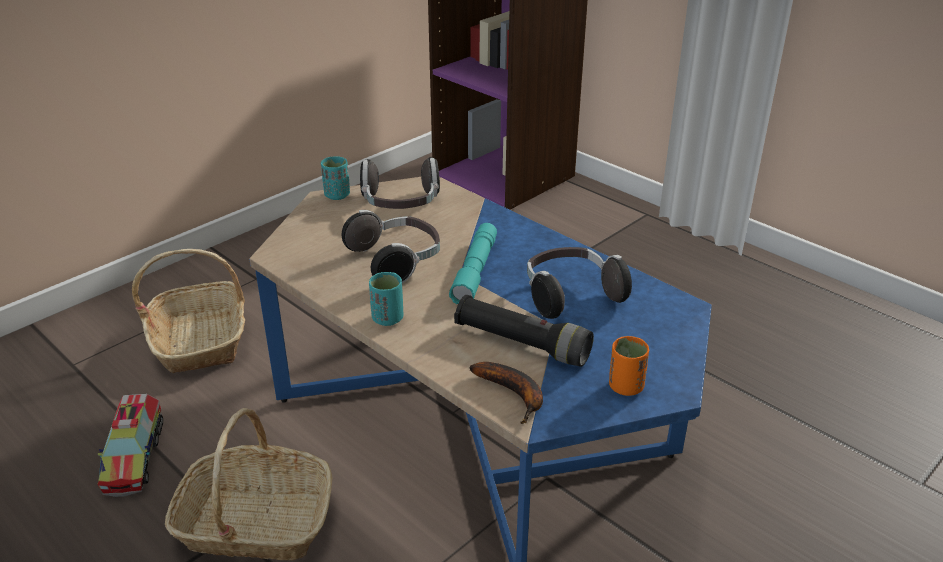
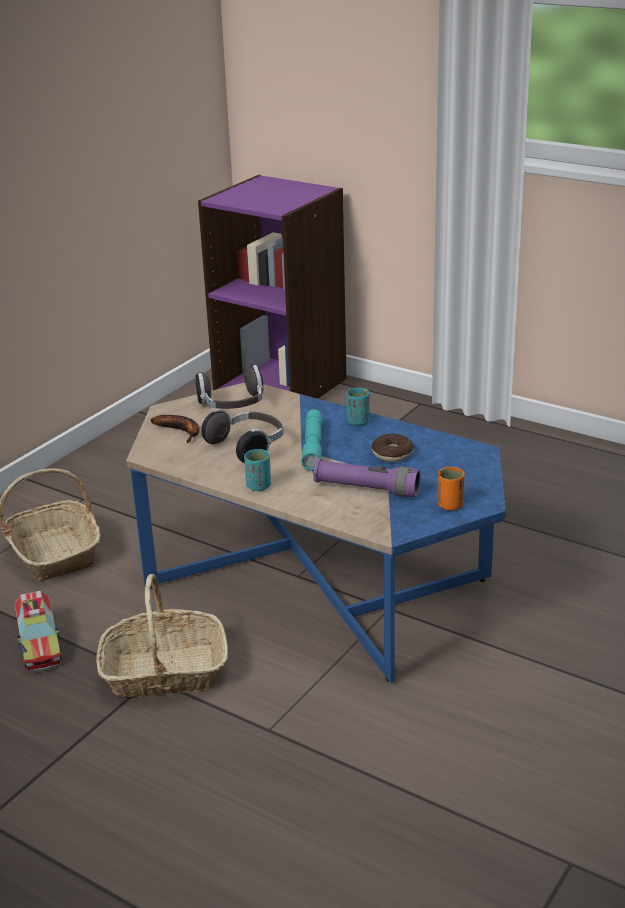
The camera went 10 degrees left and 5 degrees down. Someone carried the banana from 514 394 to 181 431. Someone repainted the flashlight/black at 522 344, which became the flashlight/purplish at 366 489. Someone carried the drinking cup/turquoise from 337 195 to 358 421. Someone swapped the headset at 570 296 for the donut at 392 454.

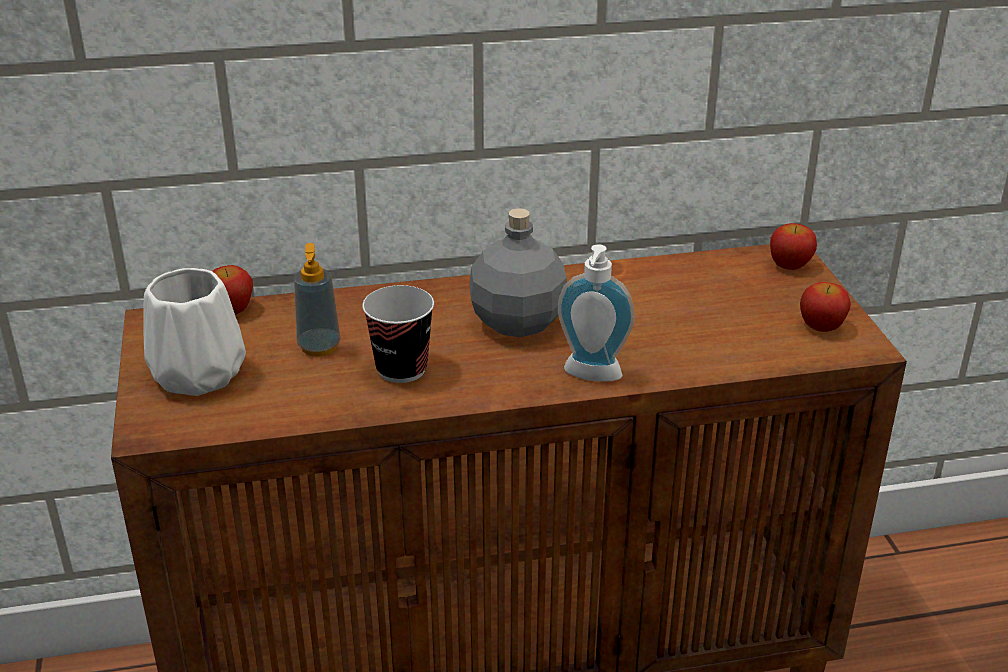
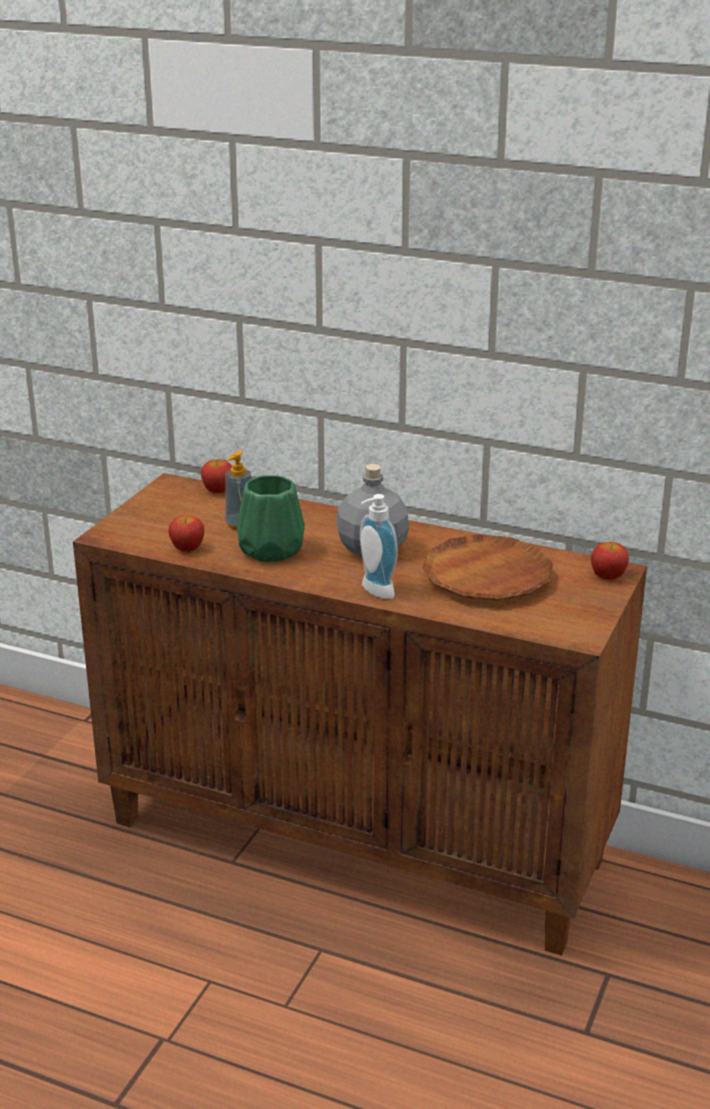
The camera went 35 degrees right and 5 degrees down. Someone carried the apple from 821 326 to 187 548. Someone swapped the drinking cup at 401 369 for the vase/green-coloured at 270 551. Someone put down the dinner plate/brown at 487 577. Someone took away the vase/white at 195 374.

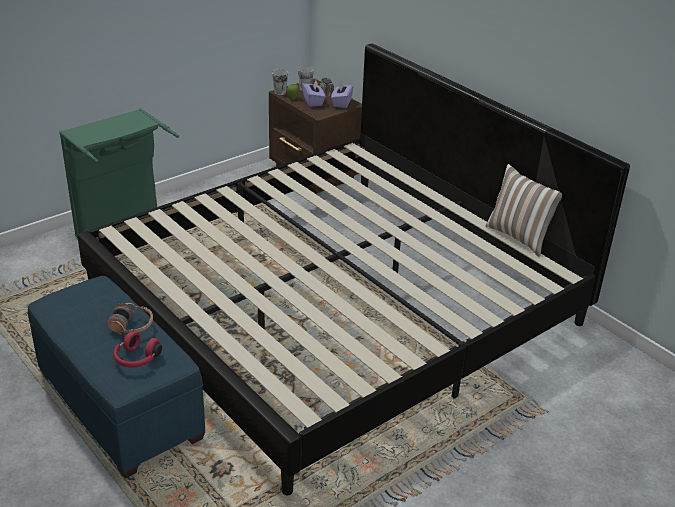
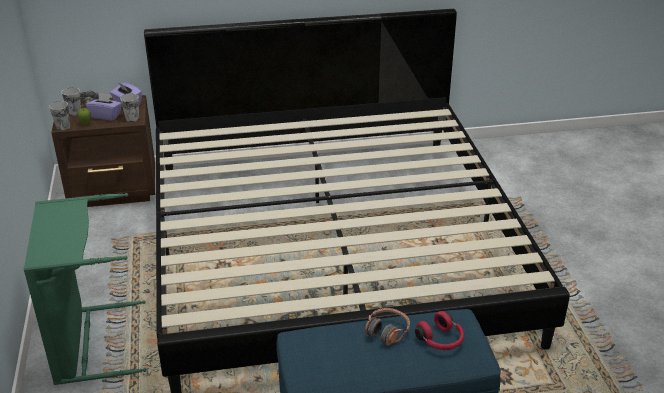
The camera went 60 degrees left and 0 degrees up. Someone put down the drinking cup at 132 119. Someone took away the cushion at 520 237.

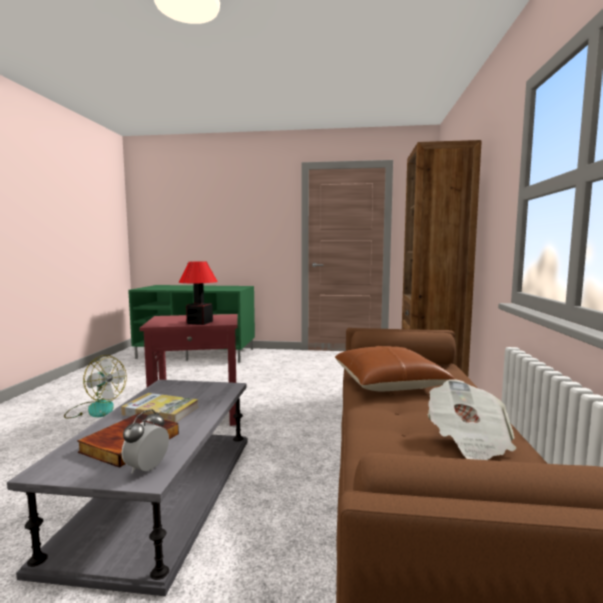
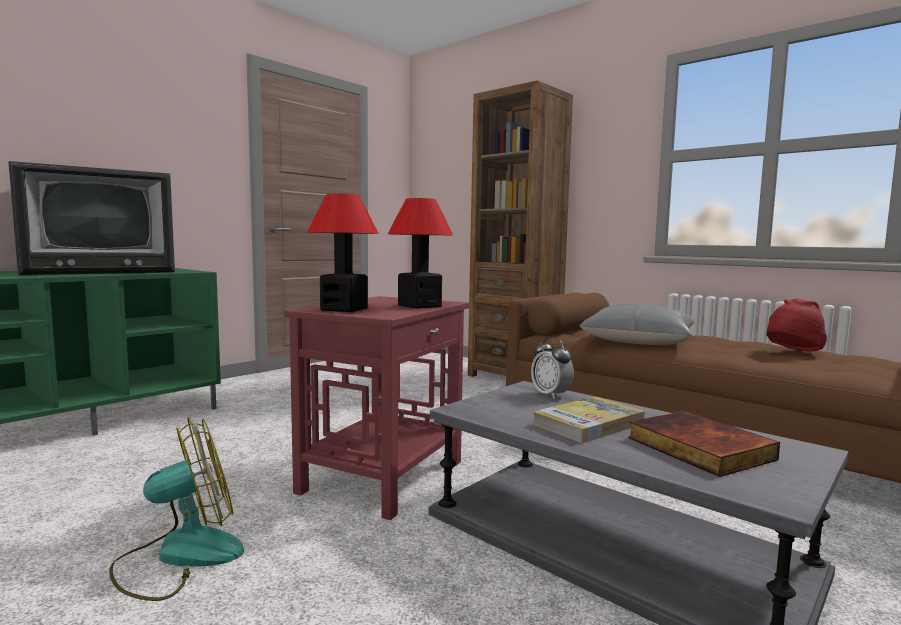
The camera went 55 degrees left and 0 degrees up. Someone put down the TV set at 100 271. Someone put down the lamp for a table at 343 309. Someone carried the alarm clock from 147 468 to 551 395. Someone repainted the cushion/brown at 388 382, which became the cushion/gray at 638 341. Someone swapped the daily paper at 468 440 for the wearable hat/red-coloured at 793 352.

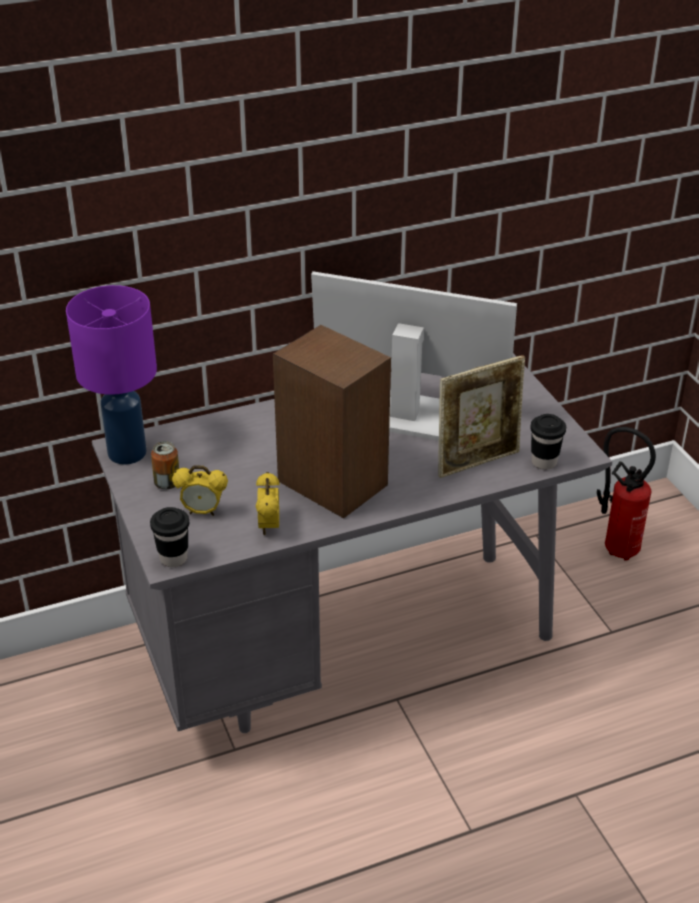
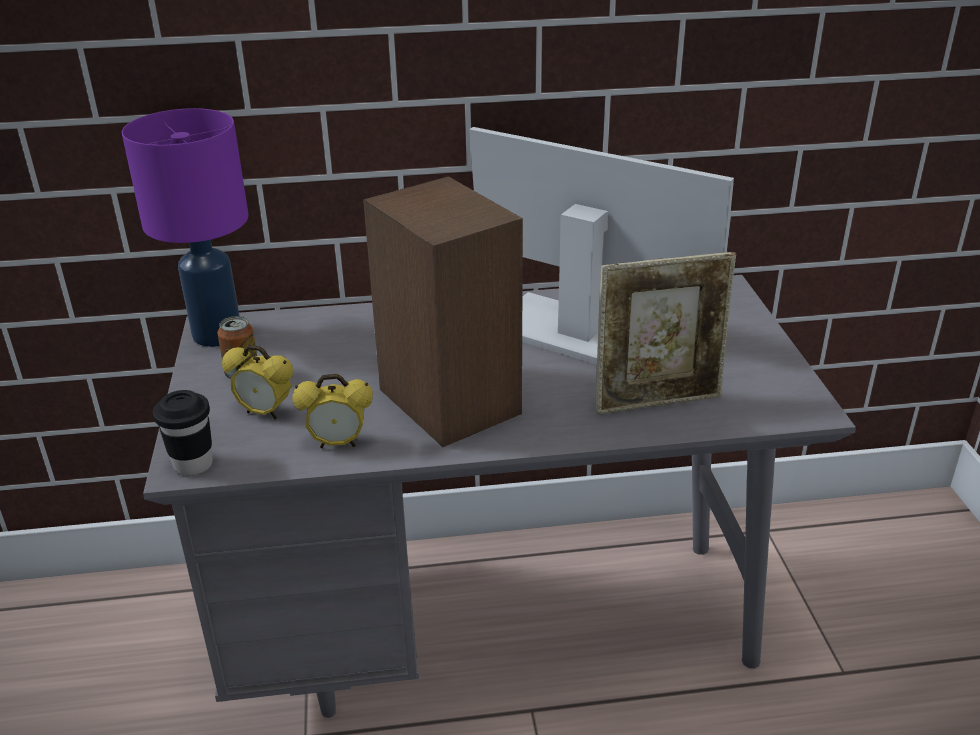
The camera went 15 degrees right and 5 degrees down. Someone rotated the alarm clock at 269 527 by 105 degrees counterclockwise. Someone took away the drinking cup/black at 544 462. Someone took away the fire extinguisher at 616 548.

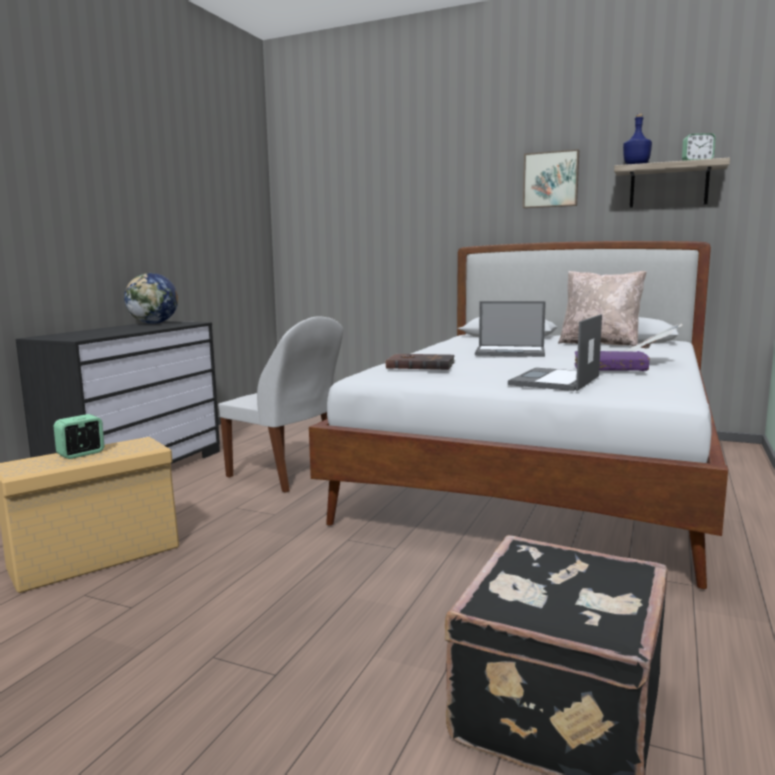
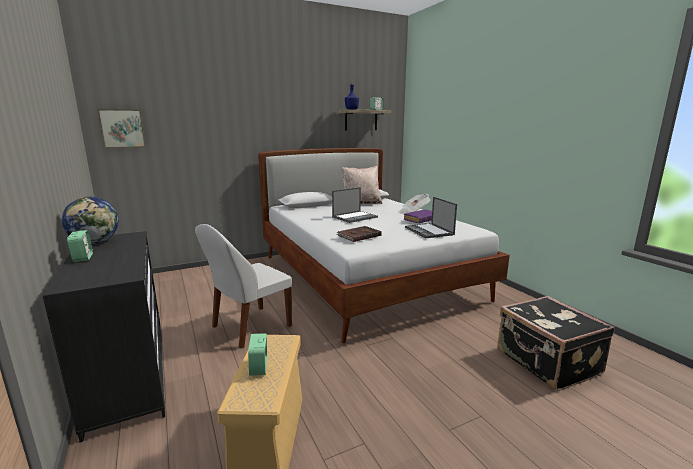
The camera went 50 degrees left and 5 degrees up. Someone put down the alarm clock at 83 258. Someone carried the picture from 551 180 to 122 128. Someone rotated the upright chair/white at 285 474 by 150 degrees clockwise.

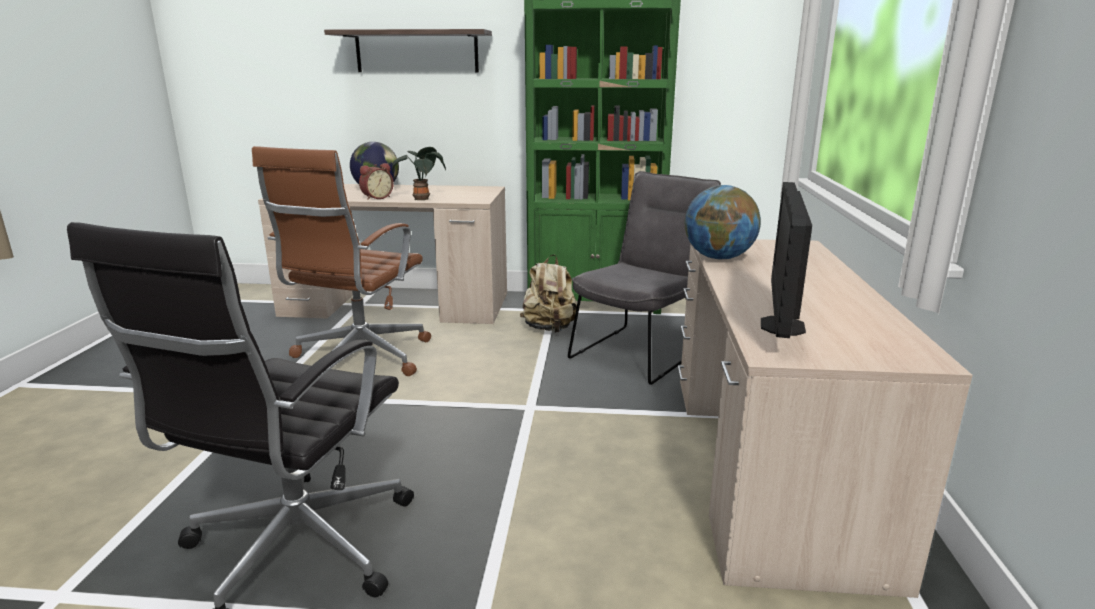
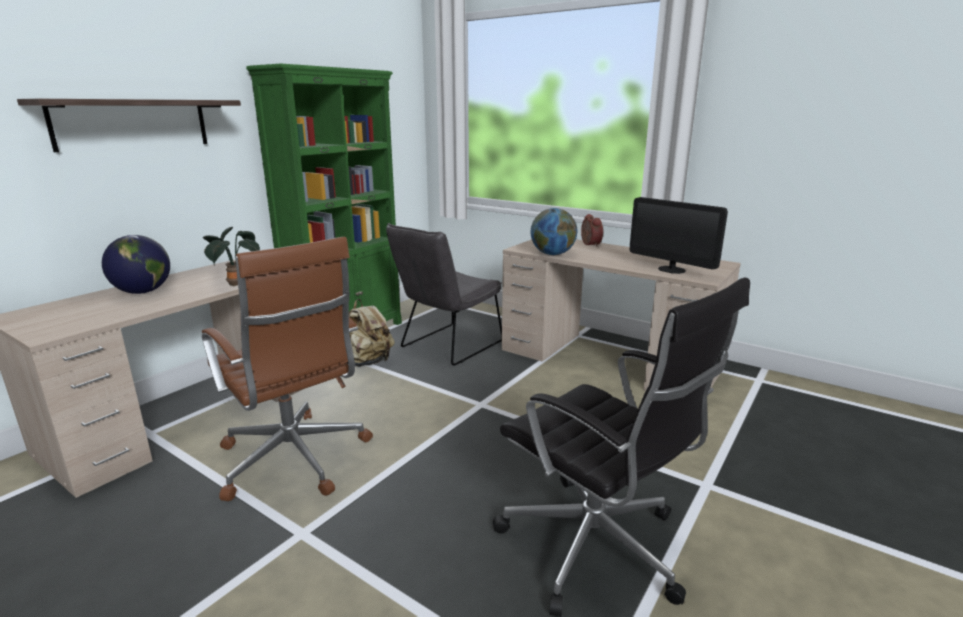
The camera went 60 degrees left and 0 degrees up. Someone rotated the upright chair/gray at 641 351 by 120 degrees counterclockwise. Someone carried the alarm clock from 376 198 to 589 244.

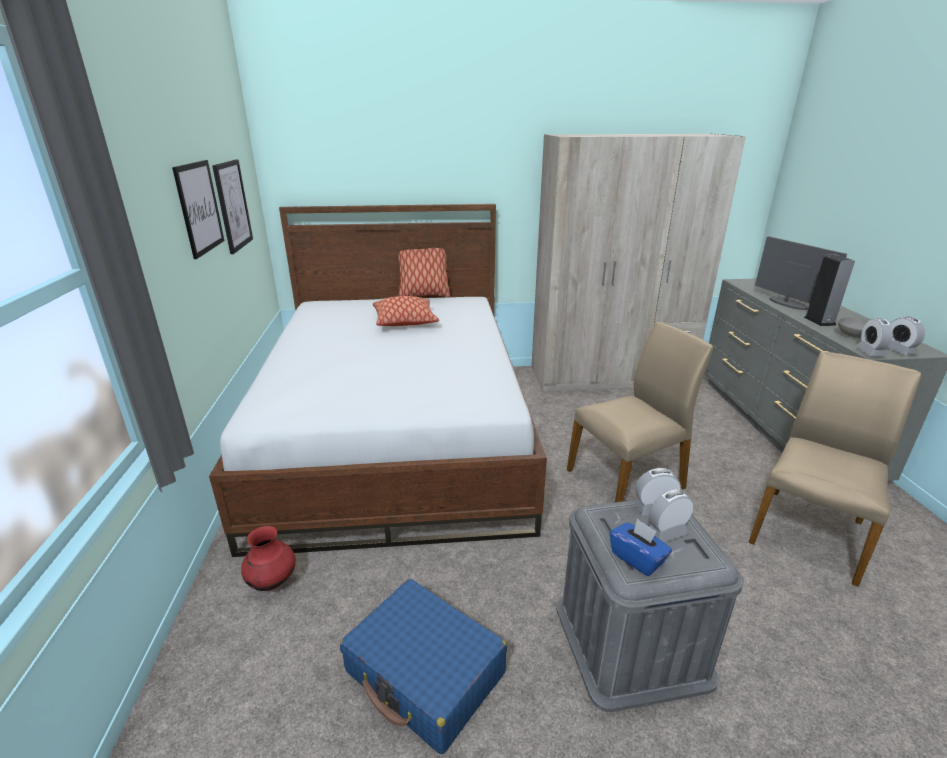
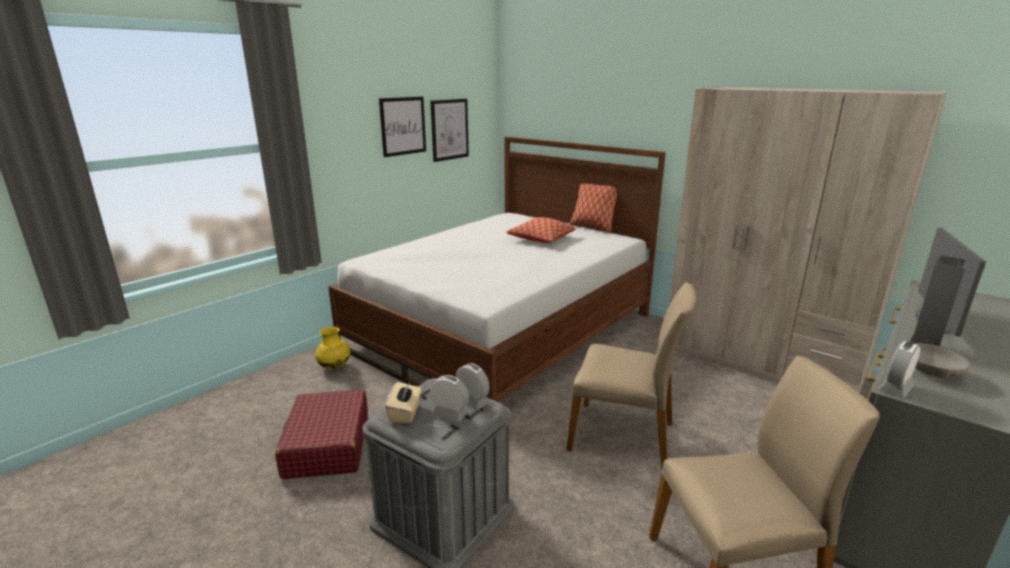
The camera went 45 degrees right and 5 degrees down. Someone repainted the piece of luggage/blue at 425 673, which became the piece of luggage/red-coloured at 327 445. Someone repainted the vase/red-coloured at 272 581, which became the vase/yellow at 334 366. Someone repainted the tissue holder/blue at 637 558, which became the tissue holder/sand-coloured at 405 413. Someone took away the alarm clock at 898 350.

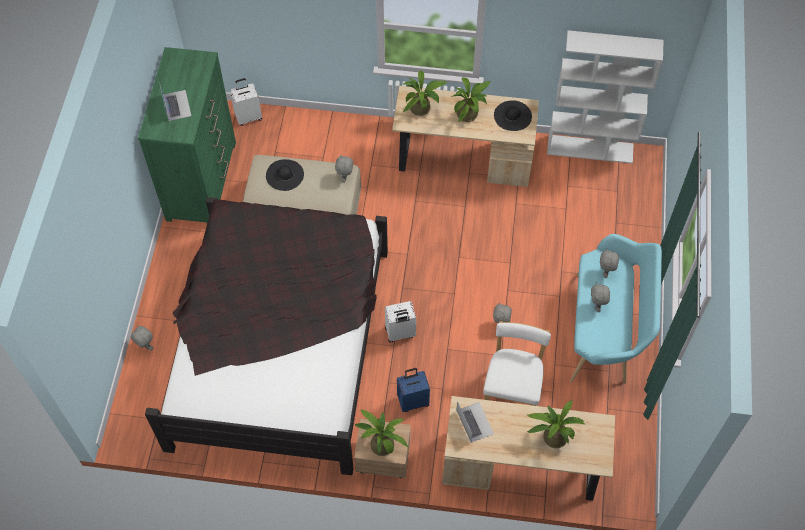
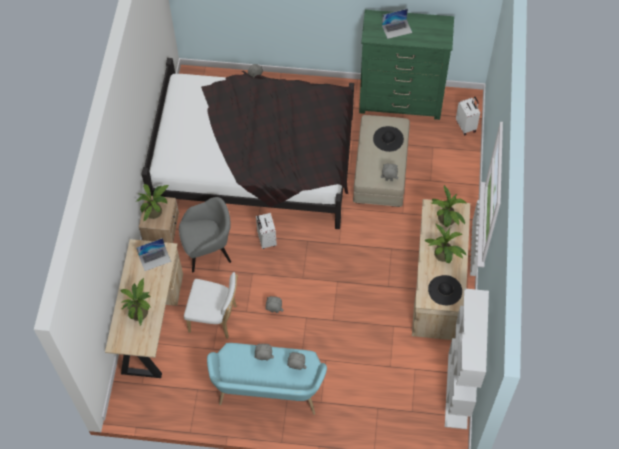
The camera went 90 degrees right and 0 degrees up. Someone swapped the piece of luggage/blue at 413 401 for the armchair/gray at 208 250.

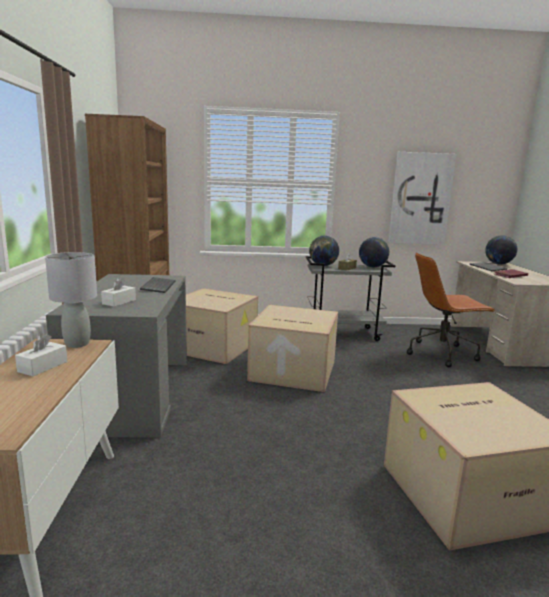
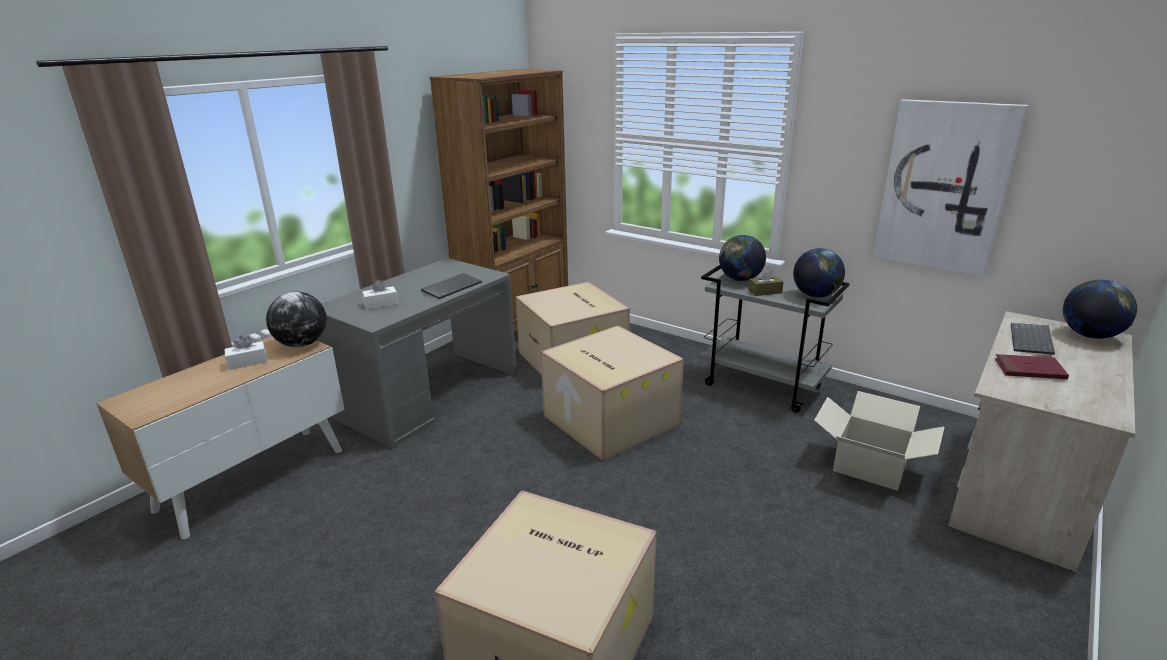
The camera went 40 degrees right and 10 degrees up. Someone swapped the lamp for a table/gray at 78 344 for the desk globe at 302 344. Someone swapped the office chair/brown at 442 353 for the cardboard box at 869 466.

